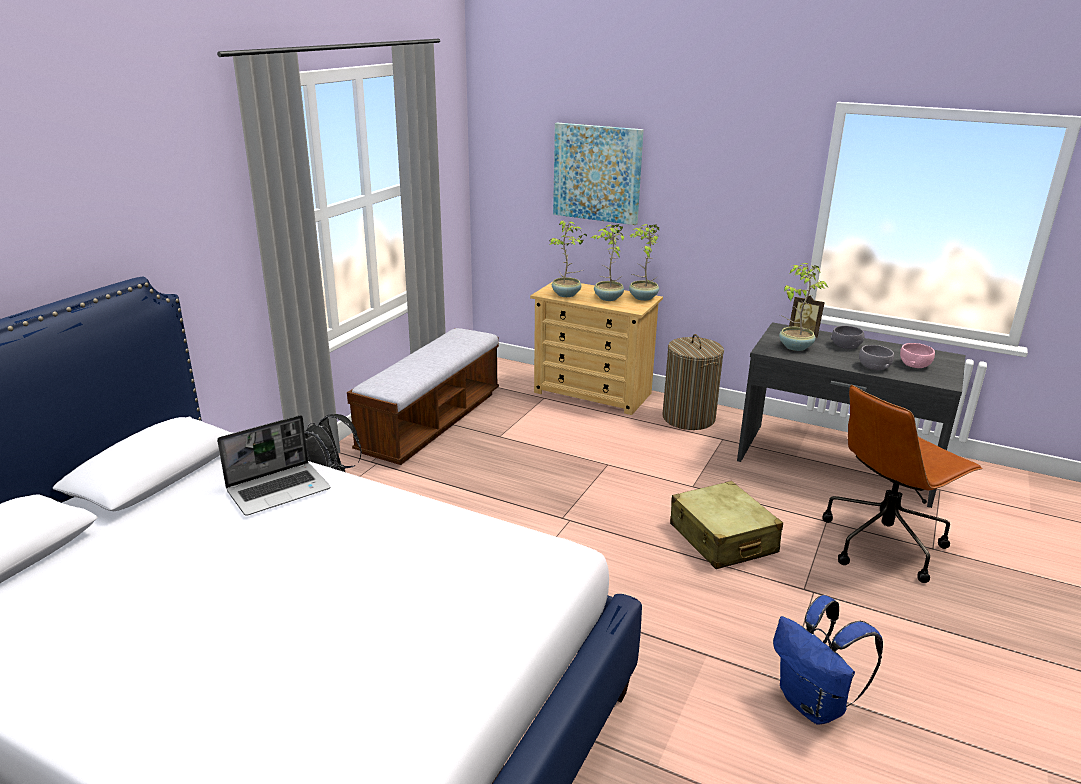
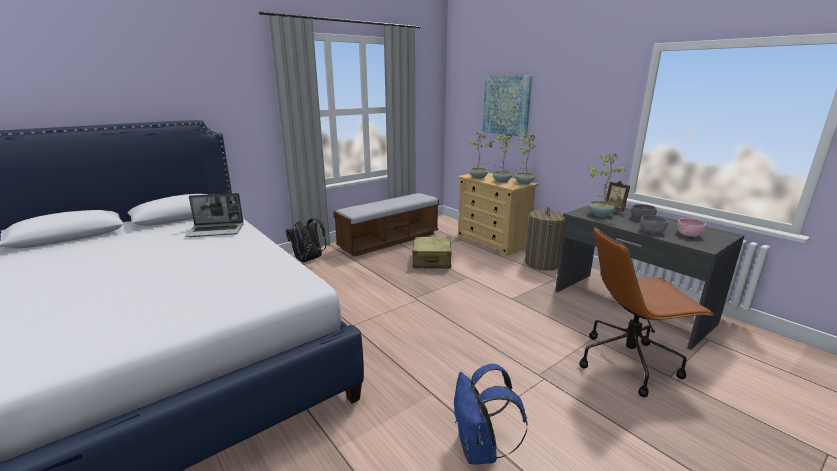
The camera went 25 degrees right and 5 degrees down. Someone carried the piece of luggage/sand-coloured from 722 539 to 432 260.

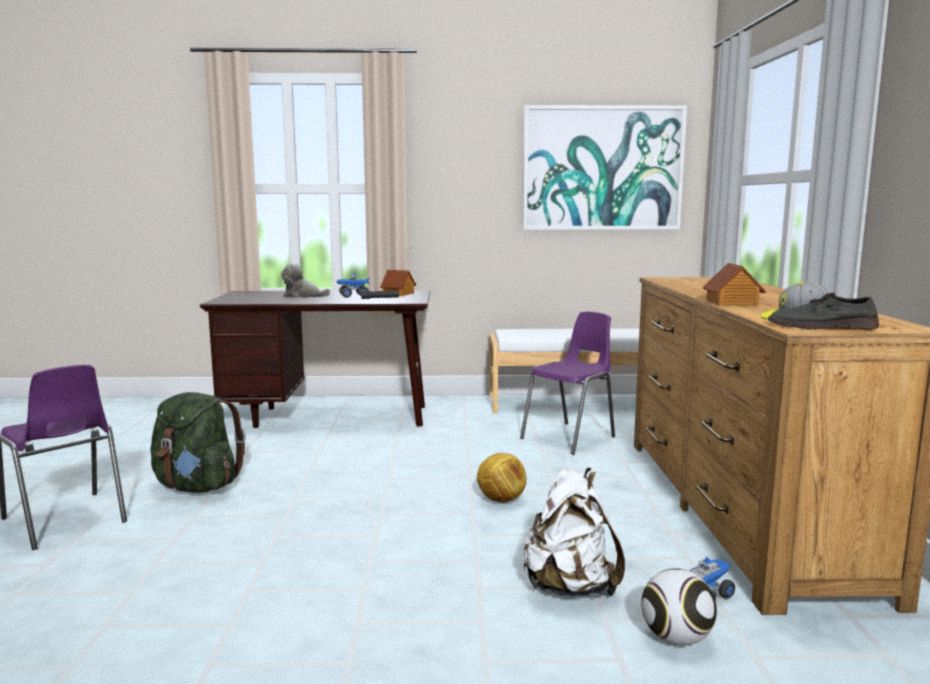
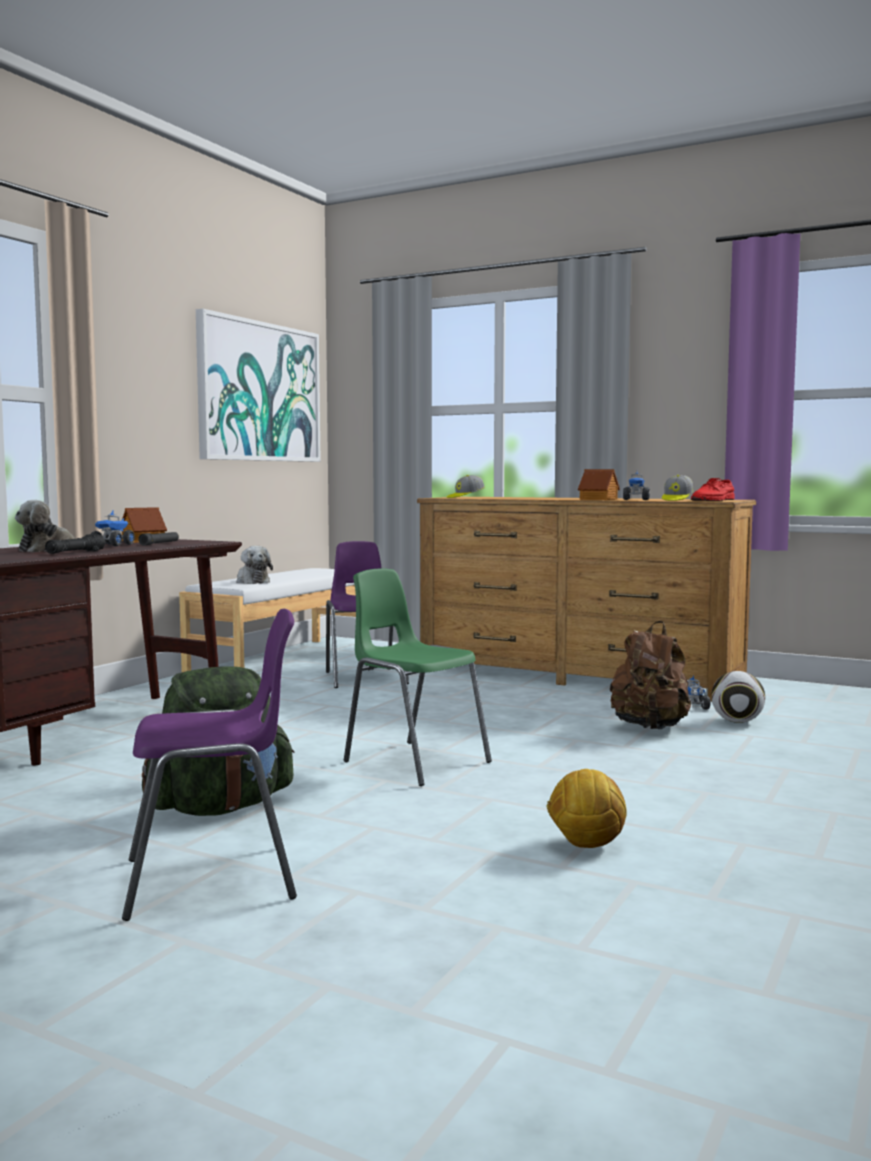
The camera went 60 degrees left and 5 degrees down. Someone put down the flashlight/black at 75 552. Someone put down the soft toy at 252 581. Someone put down the upright chair/green-coloured at 414 761. Someone put down the baseball cap at 465 497. Someone carried the football ball from 501 500 to 586 846. Someone repainted the knapsack/white at 570 587, which became the knapsack/brown at 650 728. Someone put down the toy lorry at 636 500. Someone repainted the shoe/gray at 822 326, which became the shoe/red-coloured at 713 500.

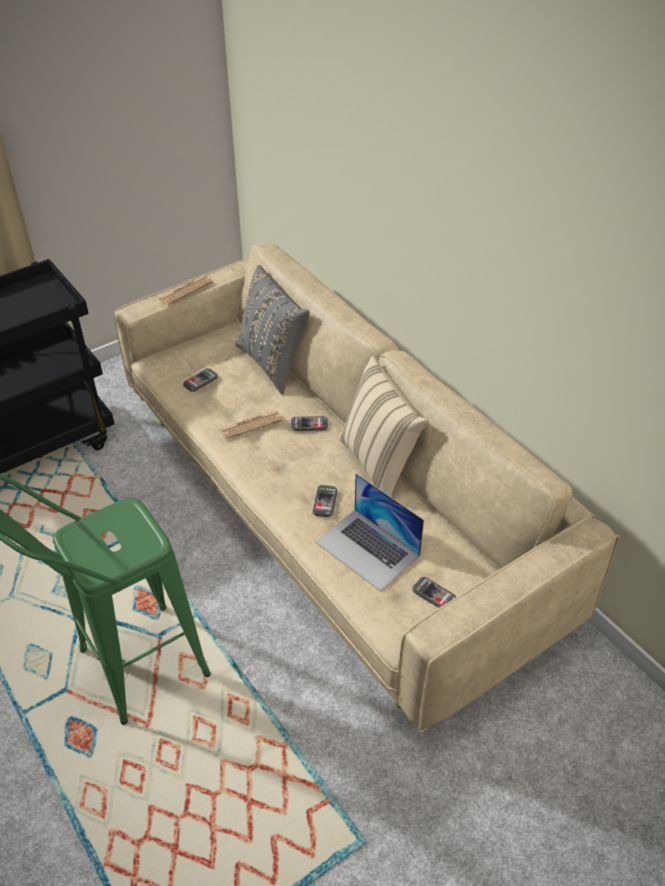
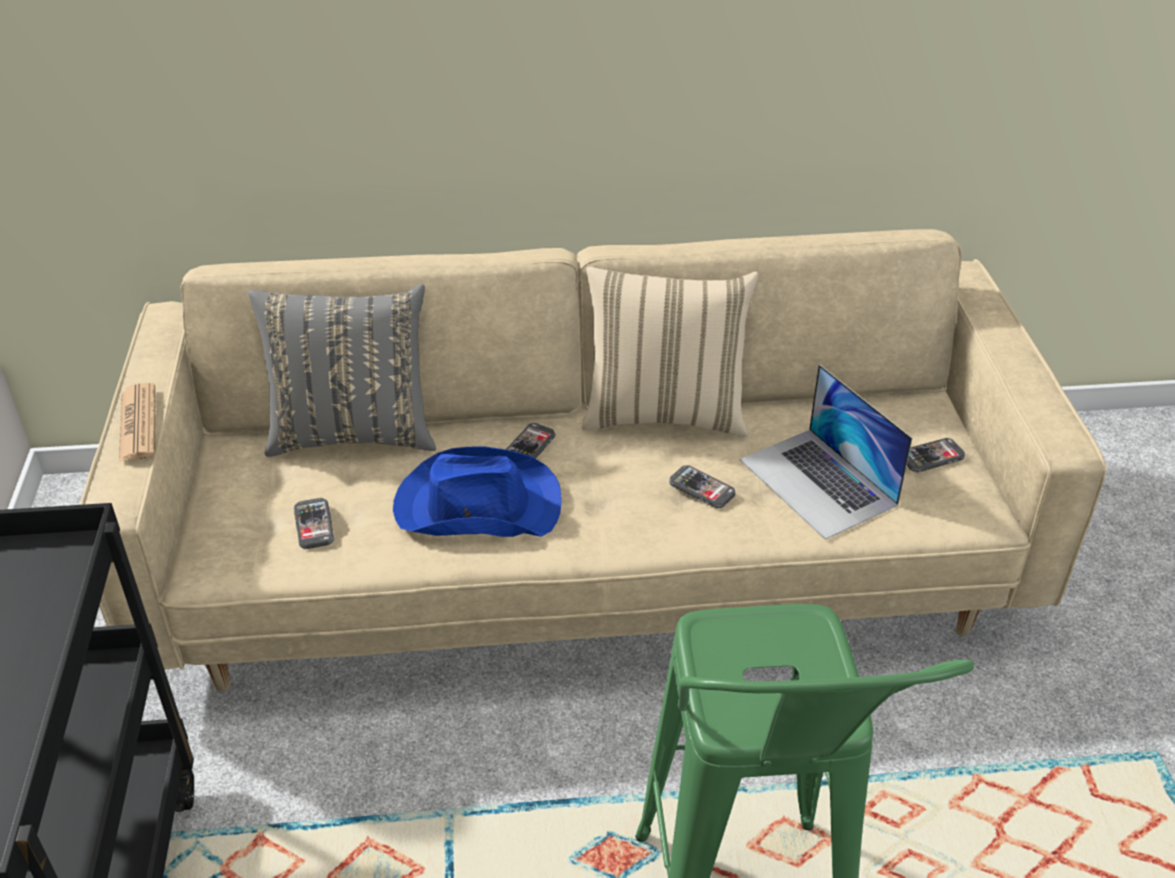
The camera went 60 degrees left and 5 degrees down. Someone swapped the daily paper at 250 425 for the wearable hat/blue at 476 505. Someone rotated the portable computer at 367 549 by 75 degrees clockwise.

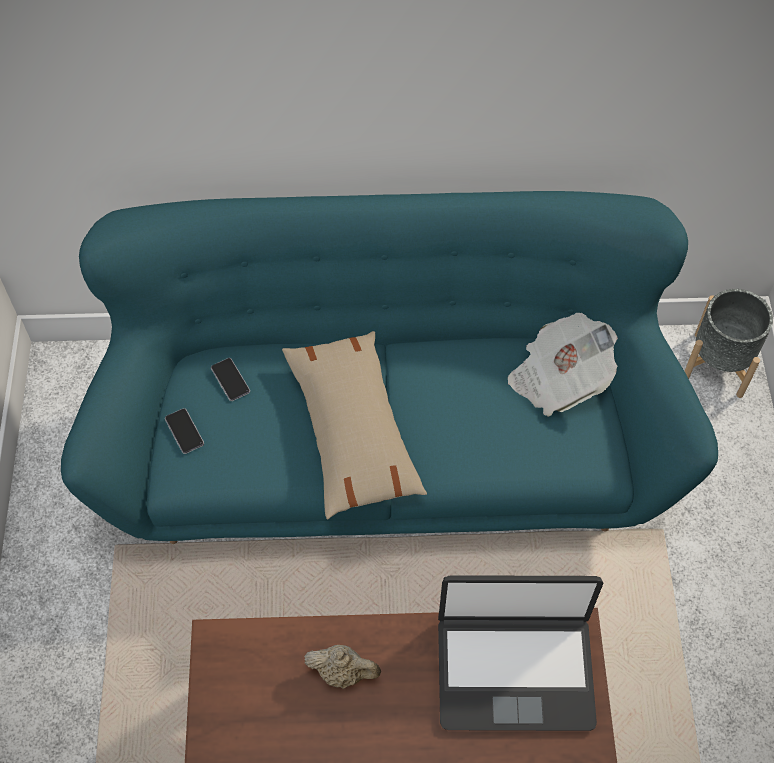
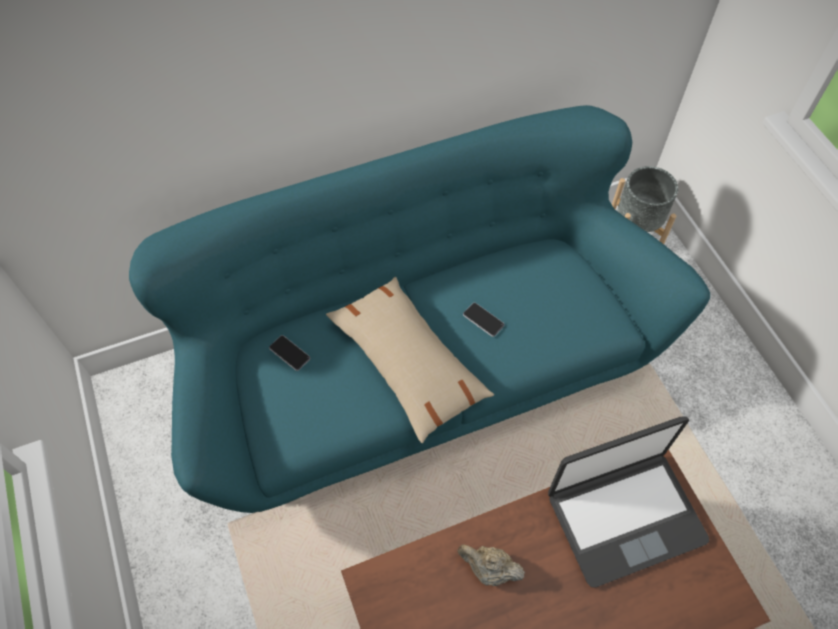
The camera went 20 degrees left and 0 degrees up. Someone rotated the teapot/sand-coloured at 343 672 by 150 degrees counterclockwise. Someone carried the telephone from 184 431 to 483 320. Someone took away the daily paper at 558 378.

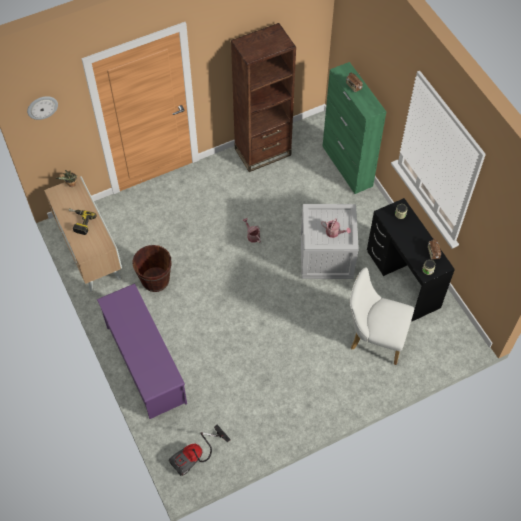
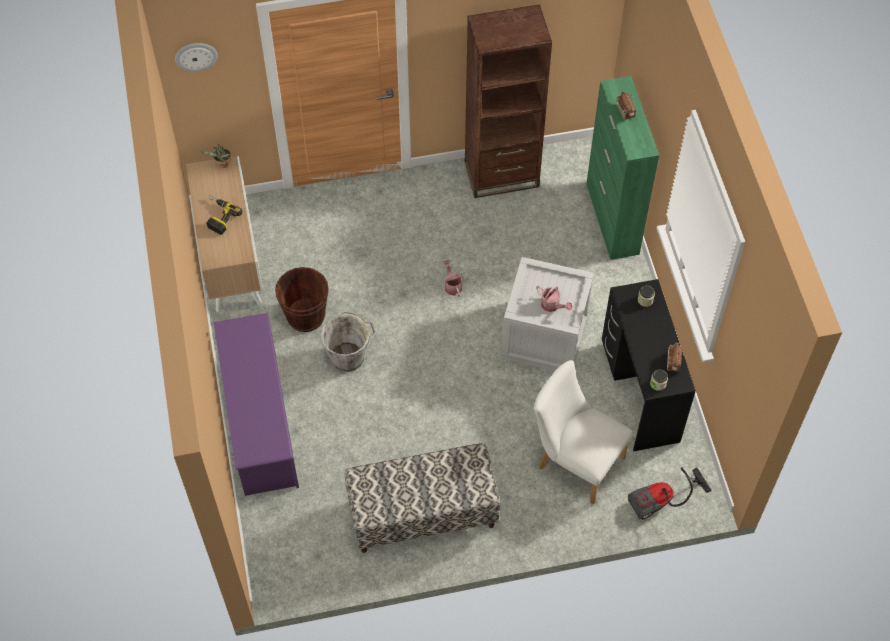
The camera went 15 degrees right and 0 degrees up. Someone put down the pail/gray at 349 357. Someone put down the long seat at 422 514. Someone carried the hoover from 196 457 to 663 501.

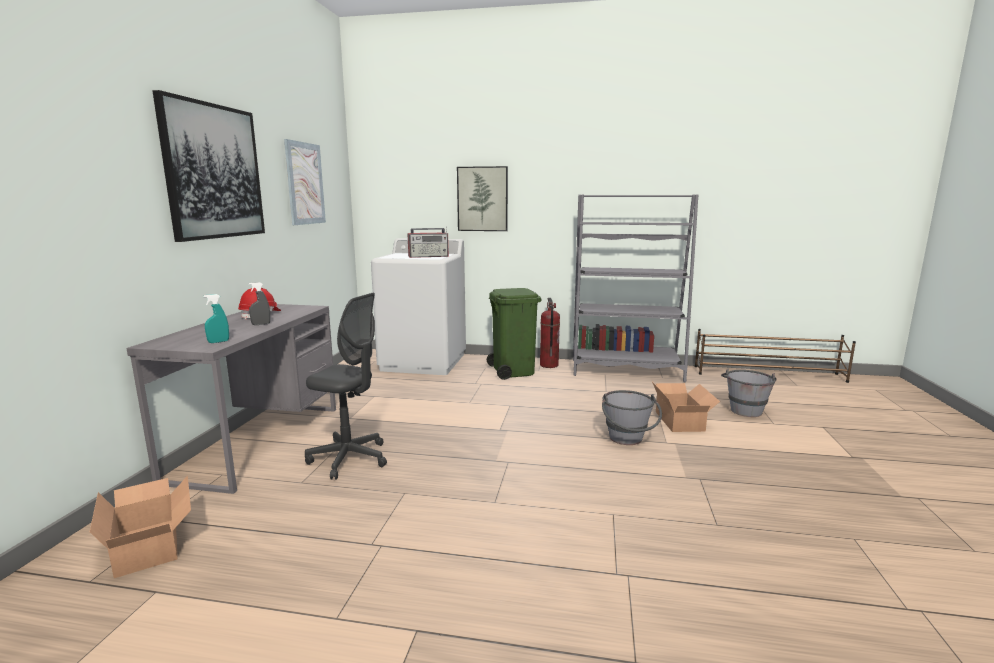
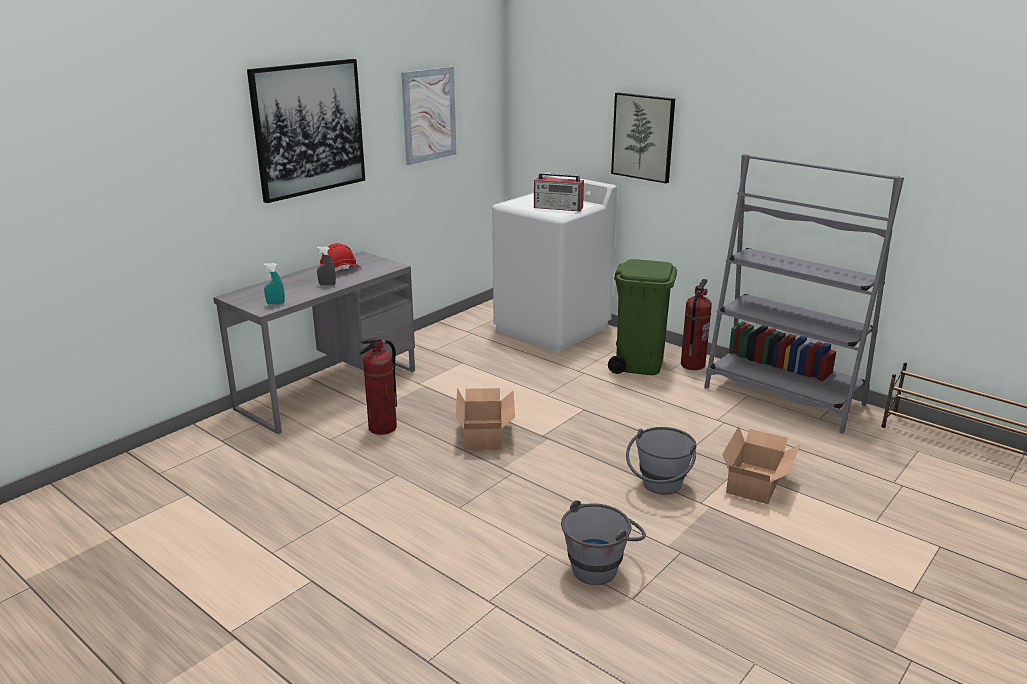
The camera went 30 degrees right and 10 degrees up. Someone swapped the office chair/gray at 349 459 for the fire extinguisher at 382 428. Someone carried the cardboard box from 151 544 to 485 433. Someone carried the pail/gray from 745 409 to 600 565.

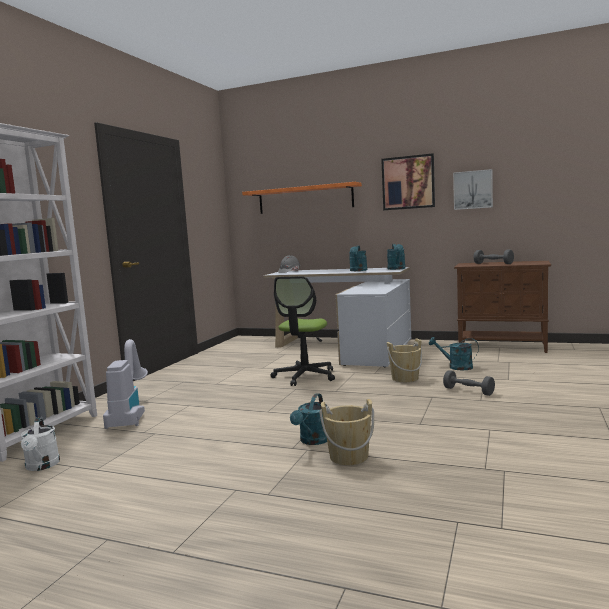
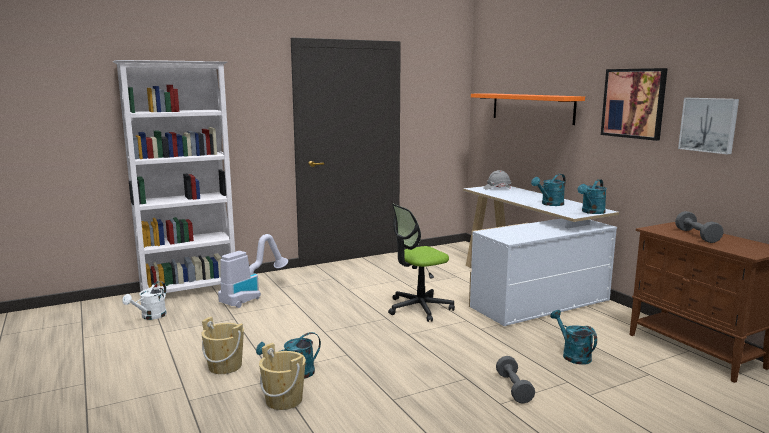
The camera went 40 degrees right and 5 degrees up. Someone carried the pail/sand-coloured from 405 378 to 225 366.

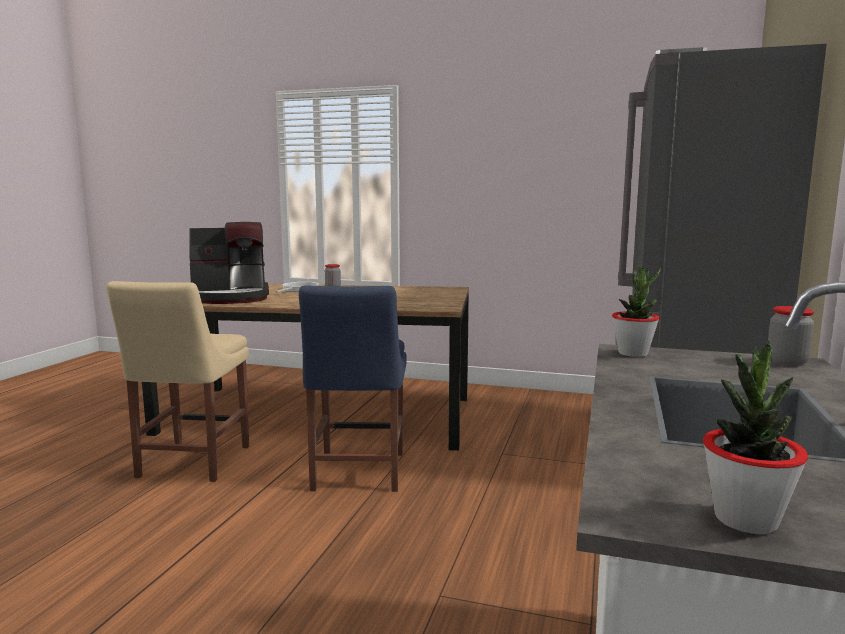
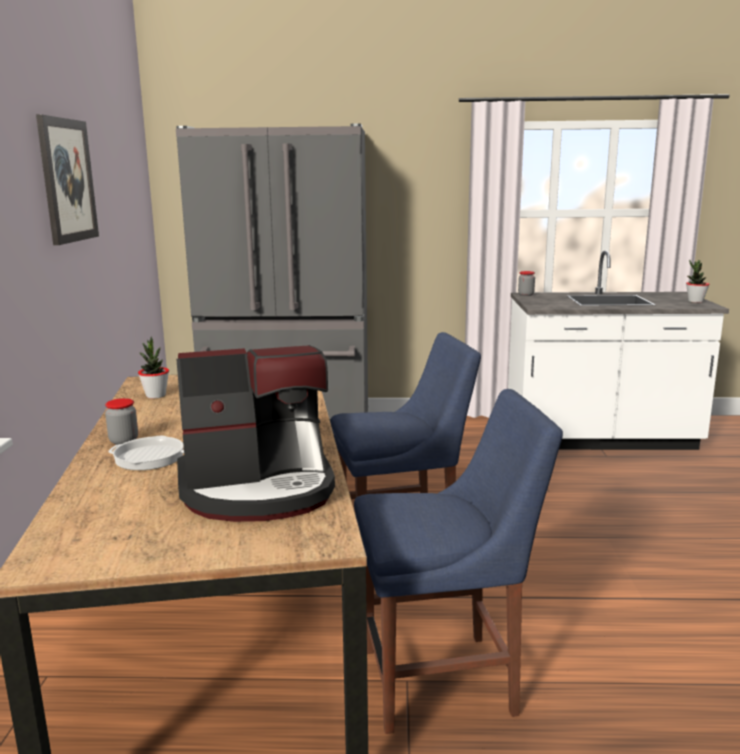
The camera went 105 degrees left and 5 degrees up. Someone put up the picture at 67 180. Someone carried the potted plant from 633 353 to 155 395. Someone rotated the coffee brewer at 230 298 by 105 degrees clockwise. Someone repainted the upright chair/sand-coloured at 191 463, which became the upright chair/blue at 446 680.

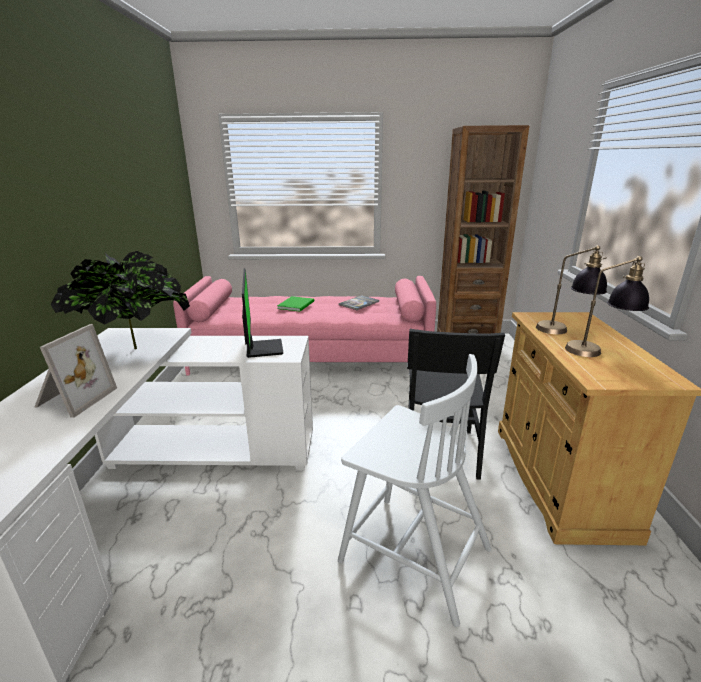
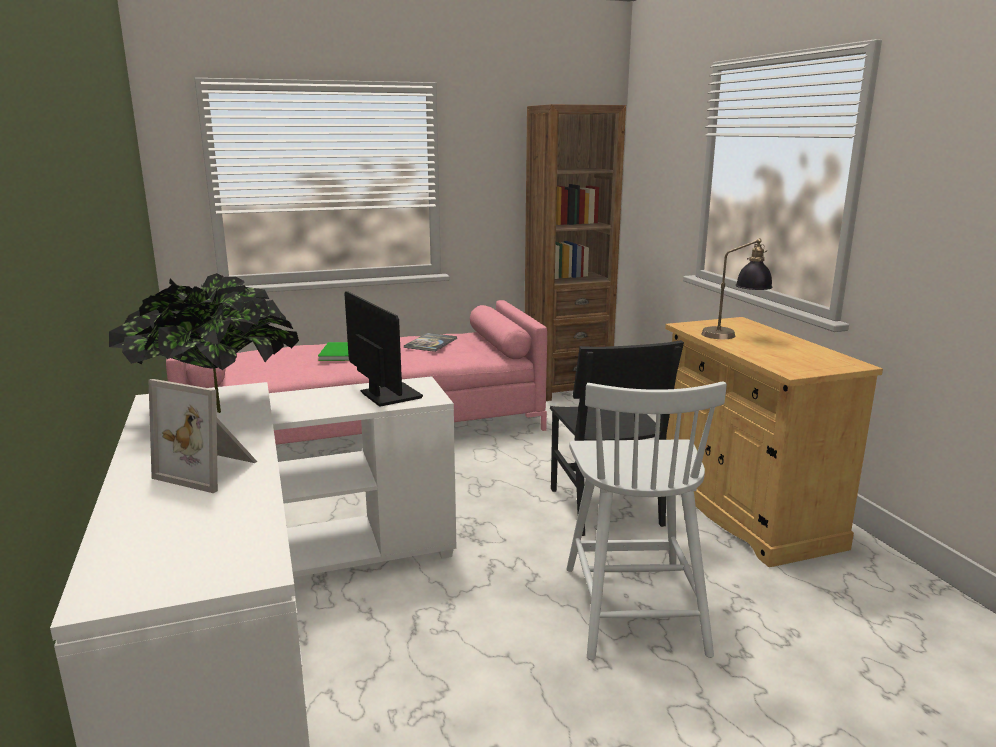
The camera went 20 degrees left and 5 degrees down. Someone rotated the photo frame at 73 399 by 120 degrees clockwise. Someone rotated the upright chair/white at 412 553 by 75 degrees clockwise. Someone took away the lamp for a table at 599 352.

